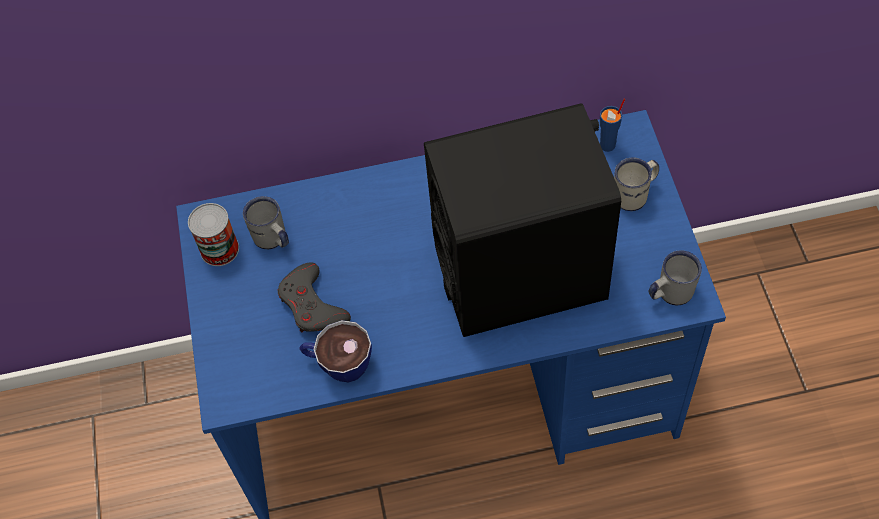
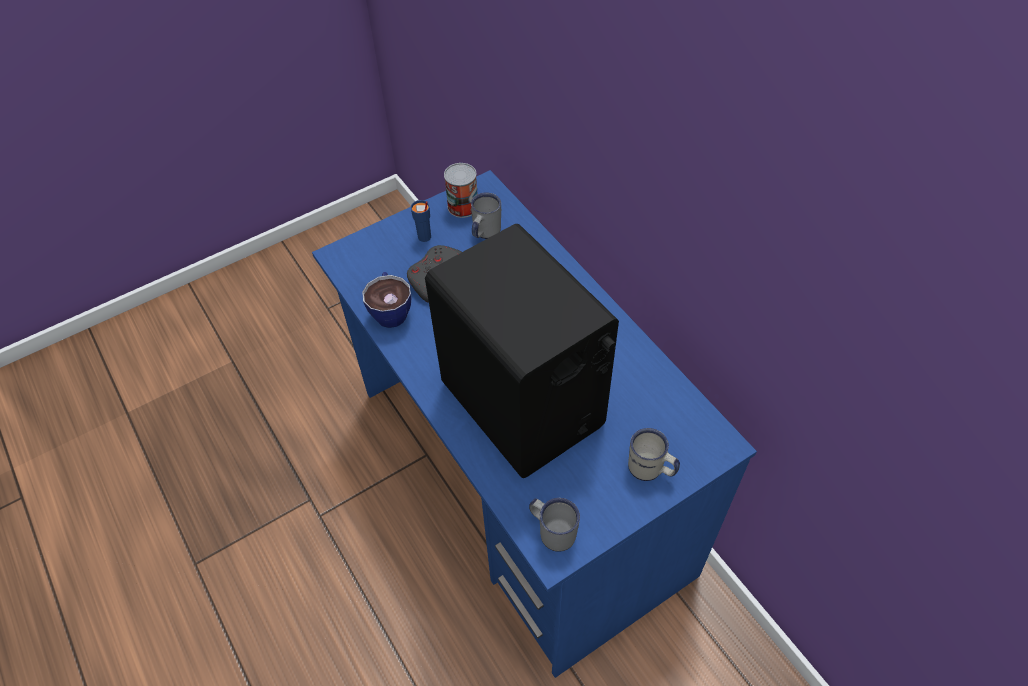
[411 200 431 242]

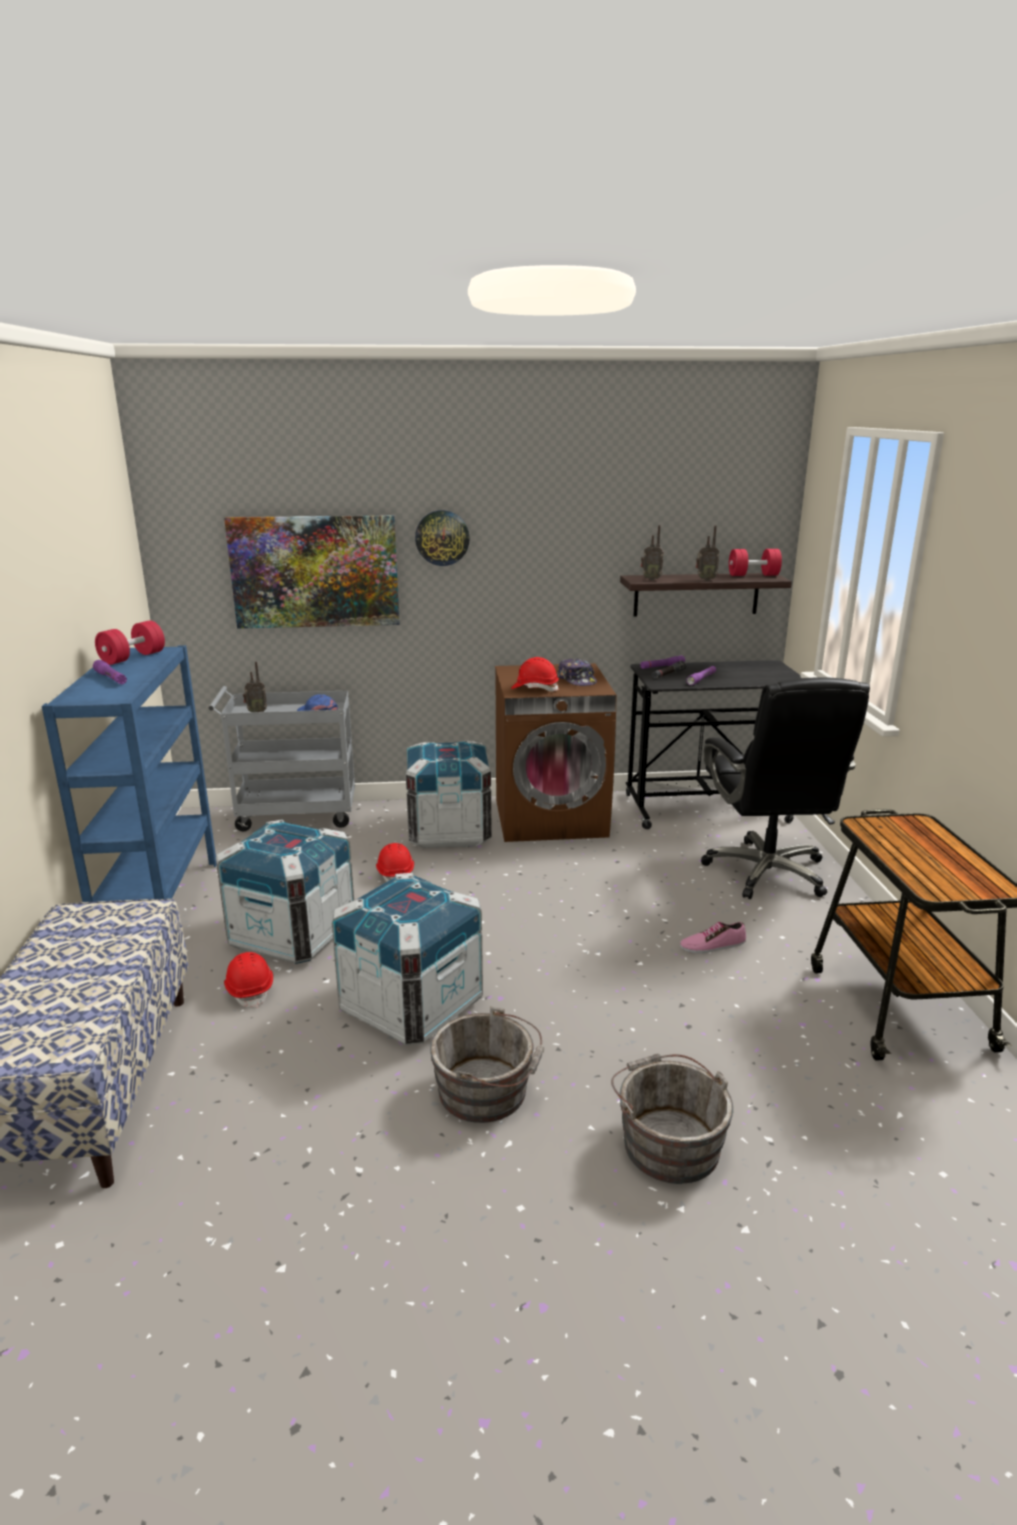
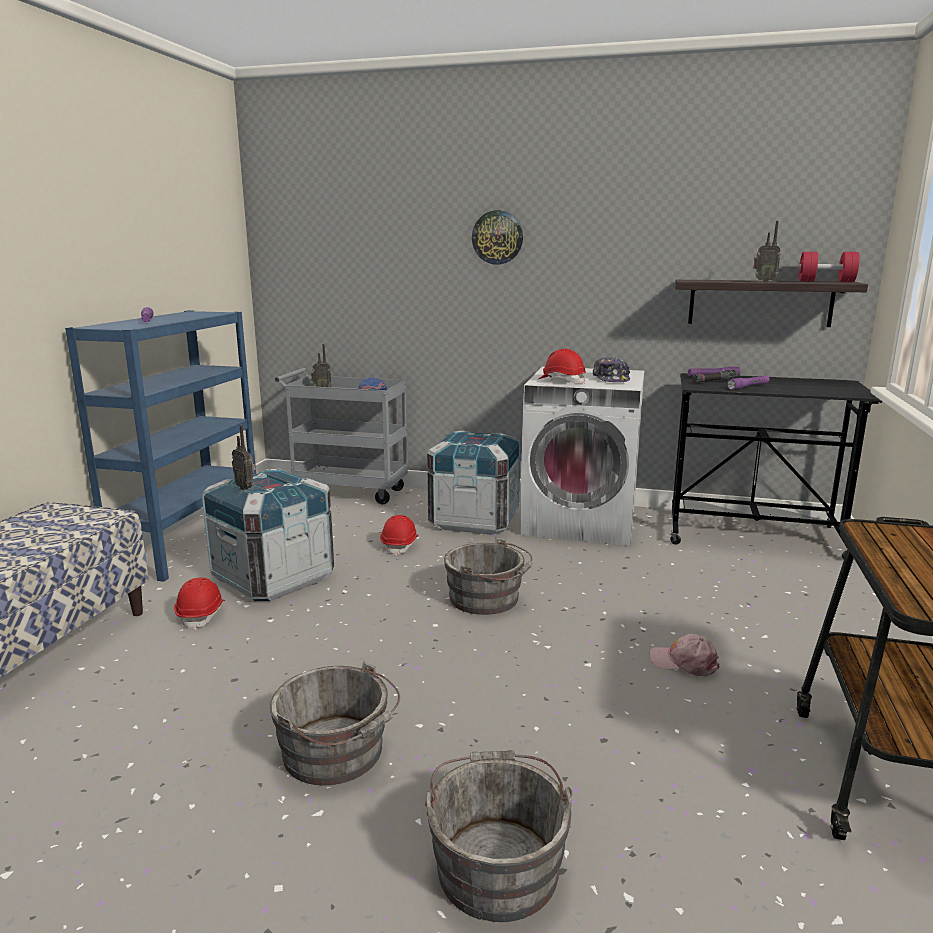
[224 515 400 628] (first image)
[232 425 256 490]
[95 620 165 665] (first image)
[521 366 644 546]
[701 677 870 899] (first image)
[332 873 483 1045] (first image)
[649 634 719 677]
[444 537 533 615]

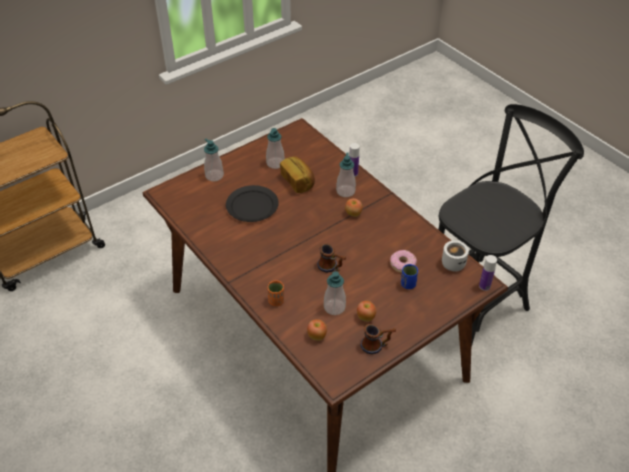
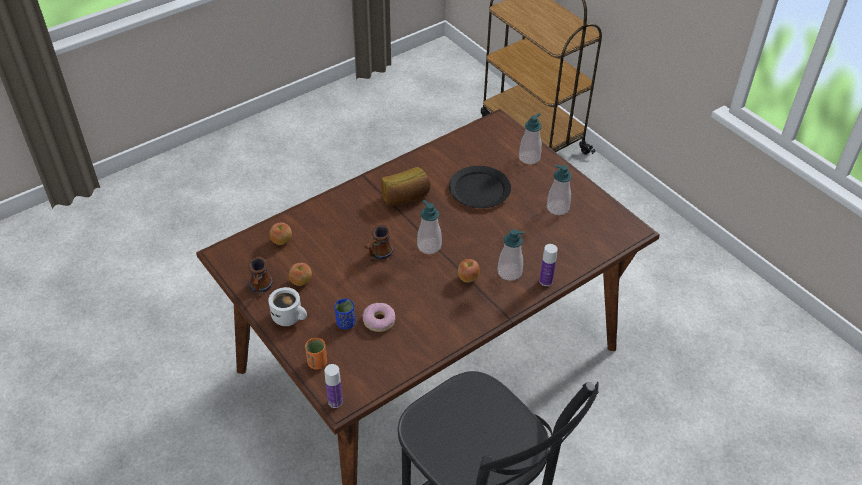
[381 167 431 206]
[268 287 307 326]
[417 200 442 254]
[305 338 327 369]

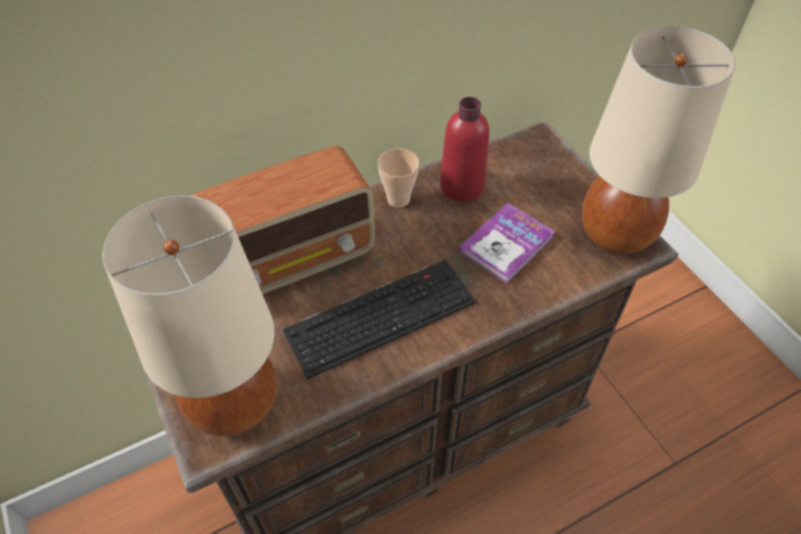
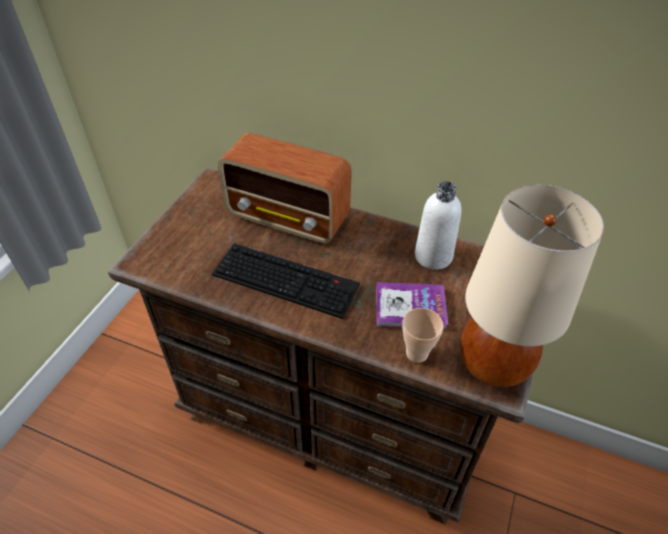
[415 181 461 270]
[402 308 444 363]
[103 196 277 436] (first image)

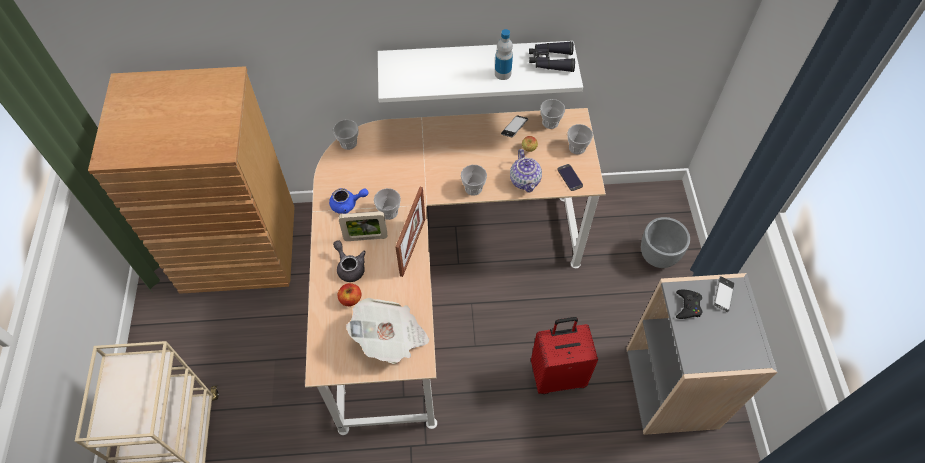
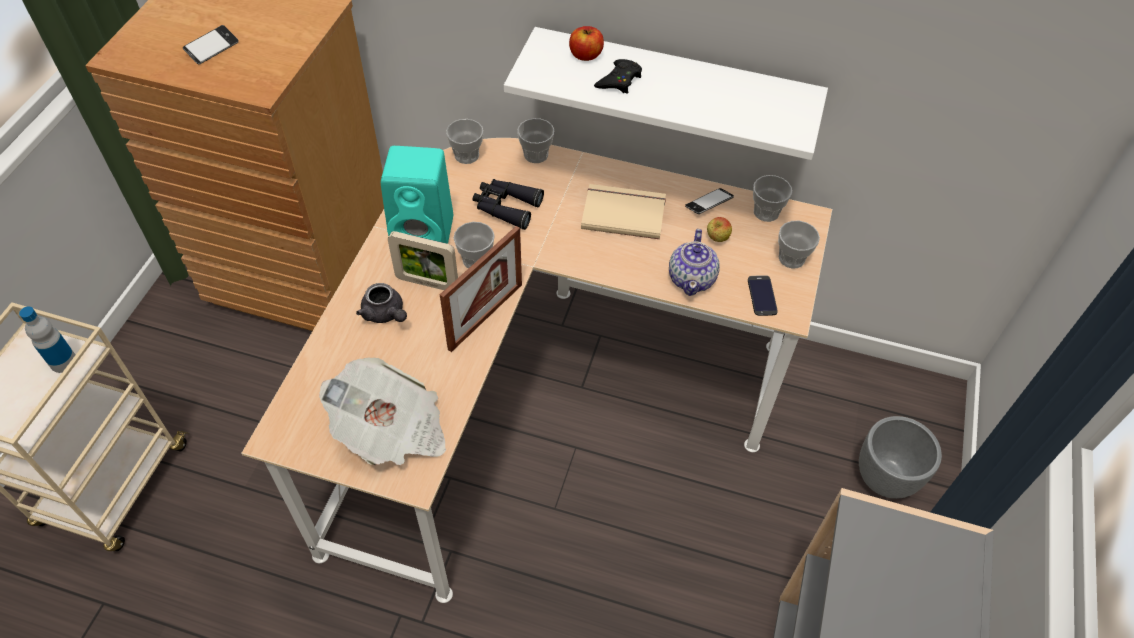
[19 306 75 373]
[473 179 544 230]
[517 118 554 163]
[381 146 453 244]
[356 283 407 323]
[183 25 239 64]
[569 26 604 61]
[594 59 642 94]
[531 317 598 394] (first image)
[581 184 666 239]

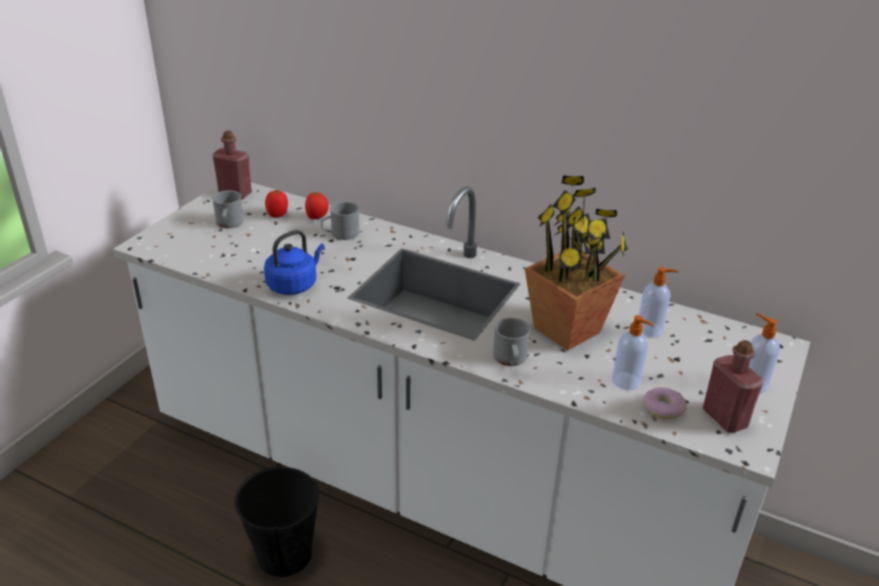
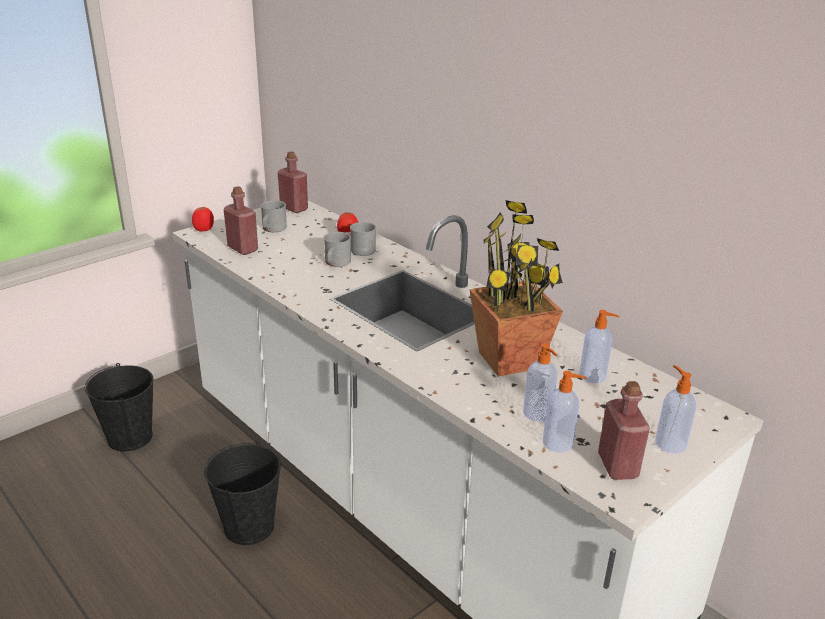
[192 207 214 231]
[264 230 325 295] (first image)
[324 232 351 267]
[543 371 587 452]
[224 186 258 255]
[85 363 153 451]

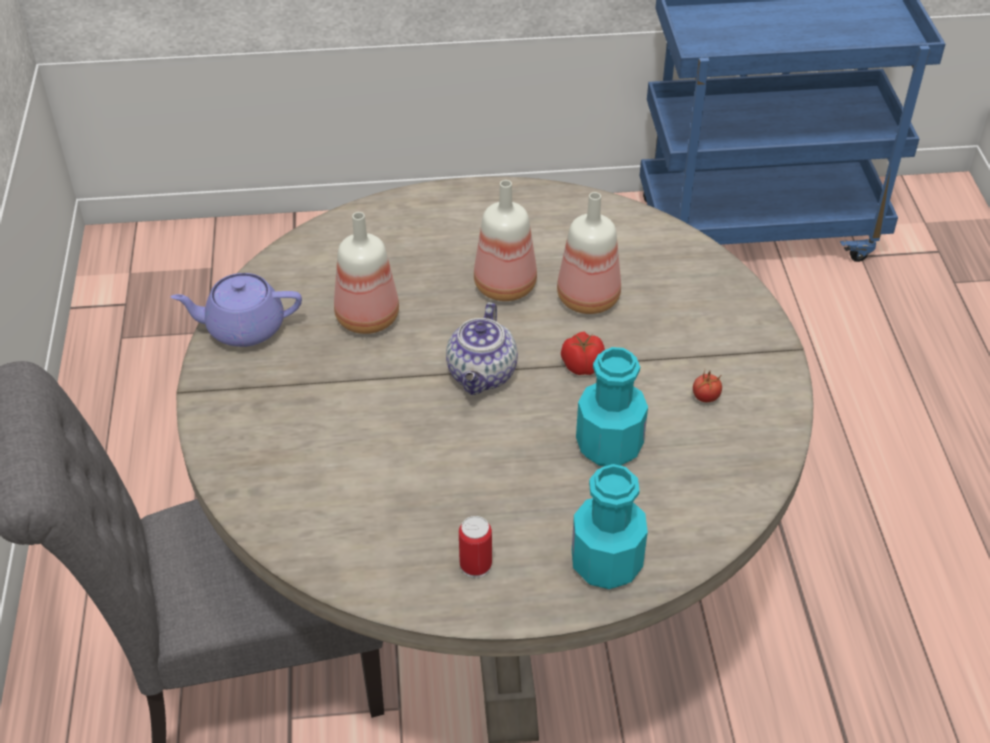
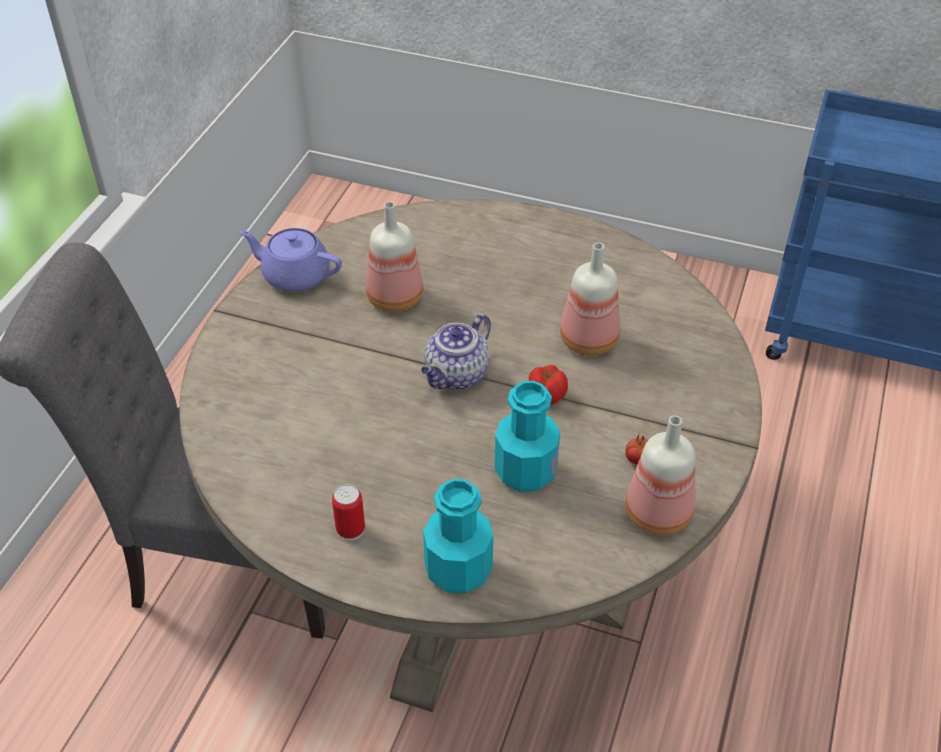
[625 416 695 535]

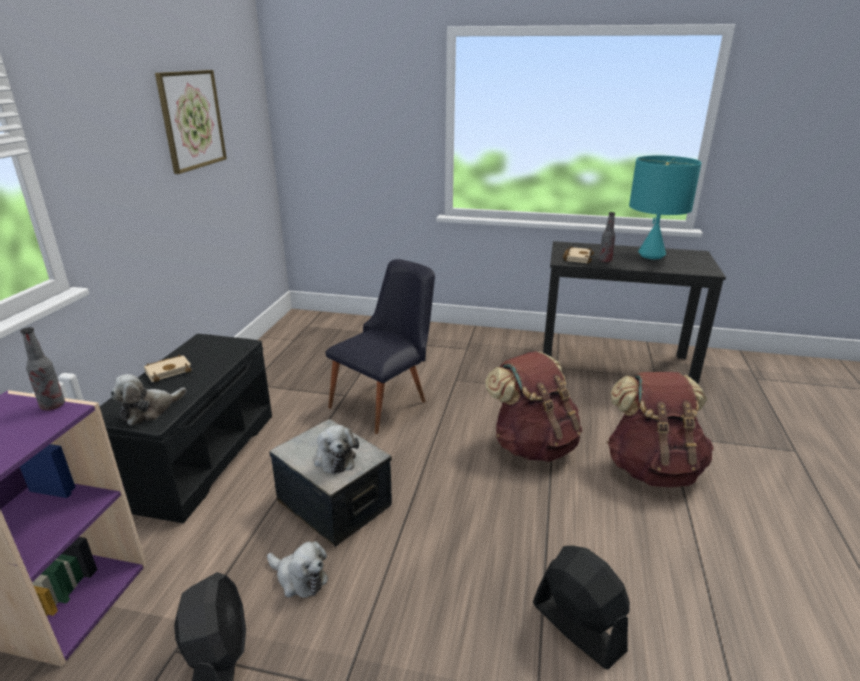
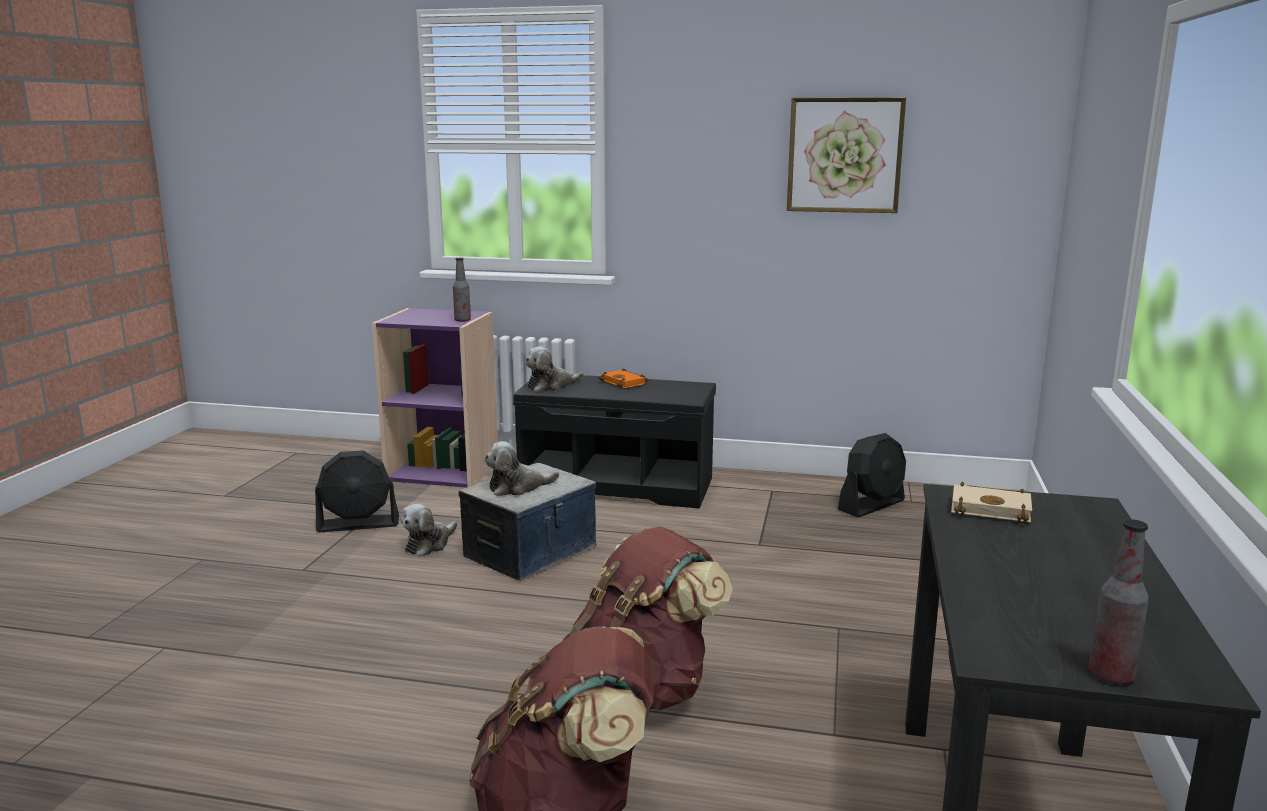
[629 156 702 259] (first image)
[1089 519 1149 684]
[325 259 435 434] (first image)
[599 368 648 389]
[525 346 584 392]
[838 433 906 518]

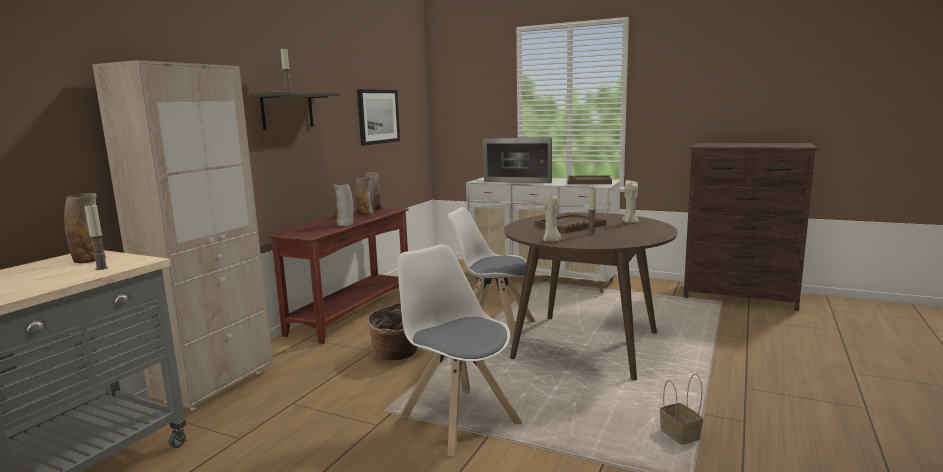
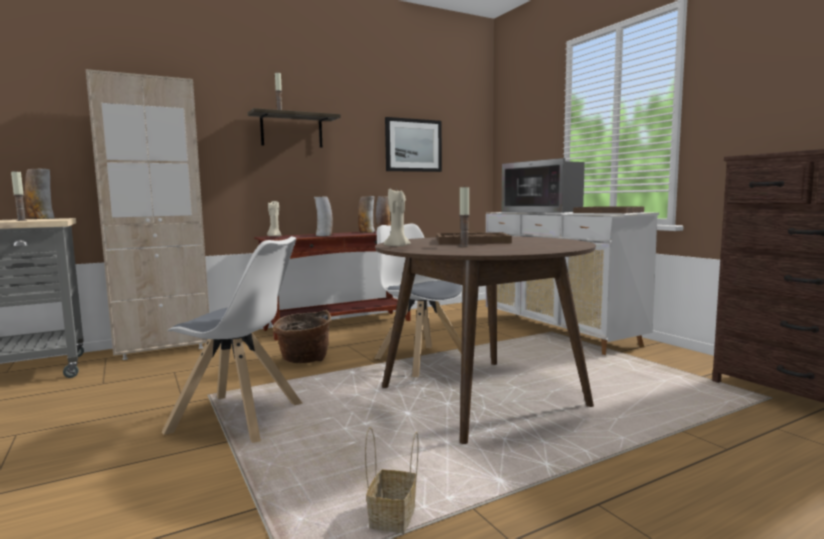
[267 201 282 236]
[162 236 303 443]

